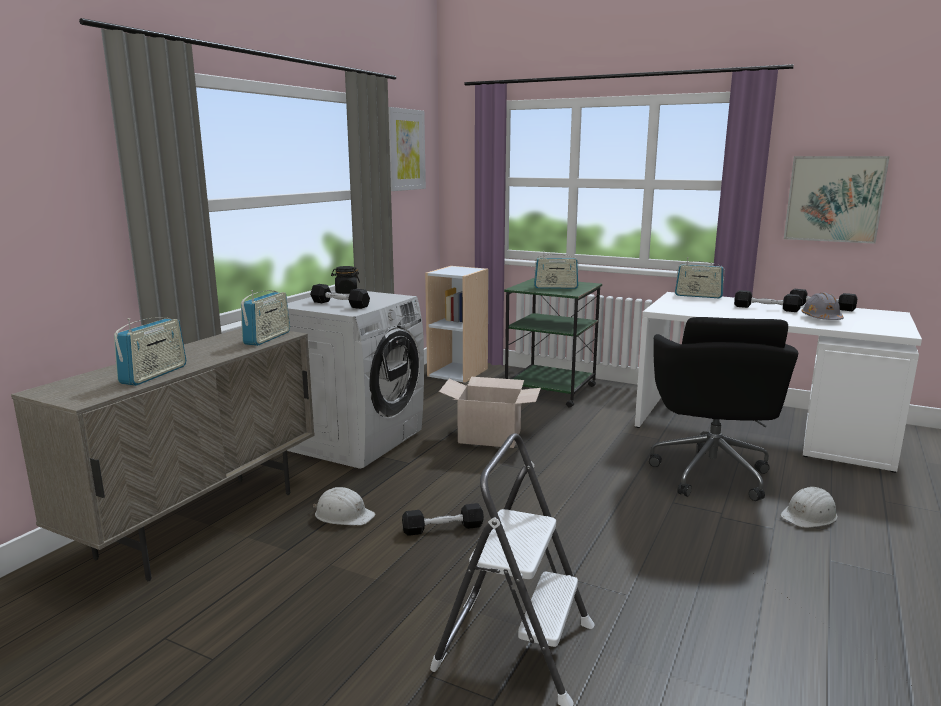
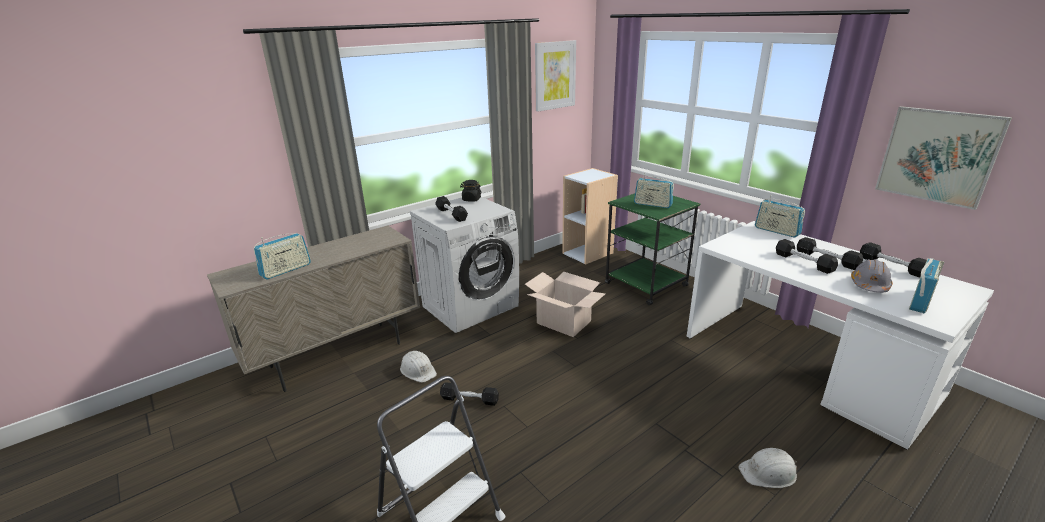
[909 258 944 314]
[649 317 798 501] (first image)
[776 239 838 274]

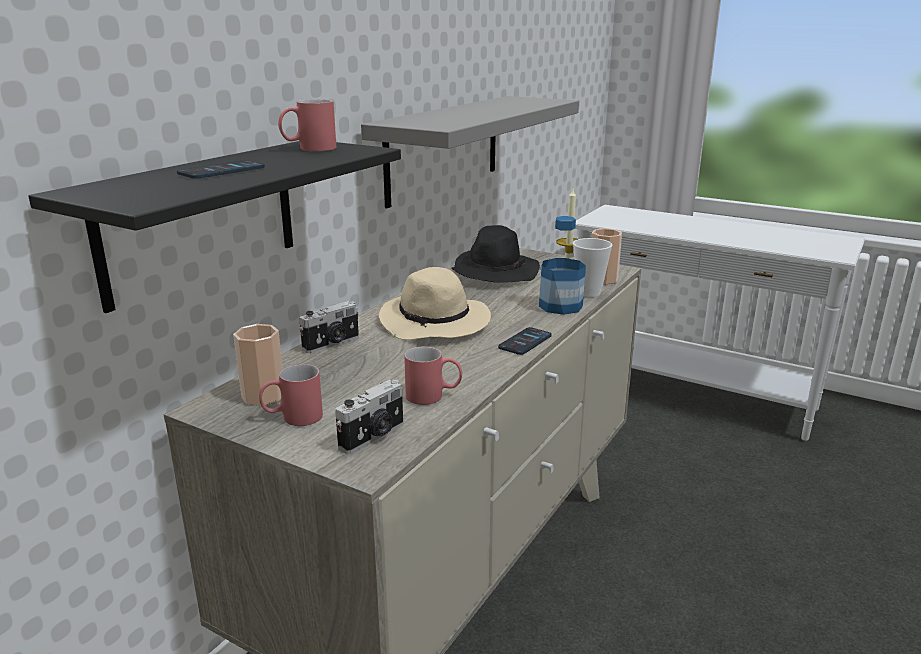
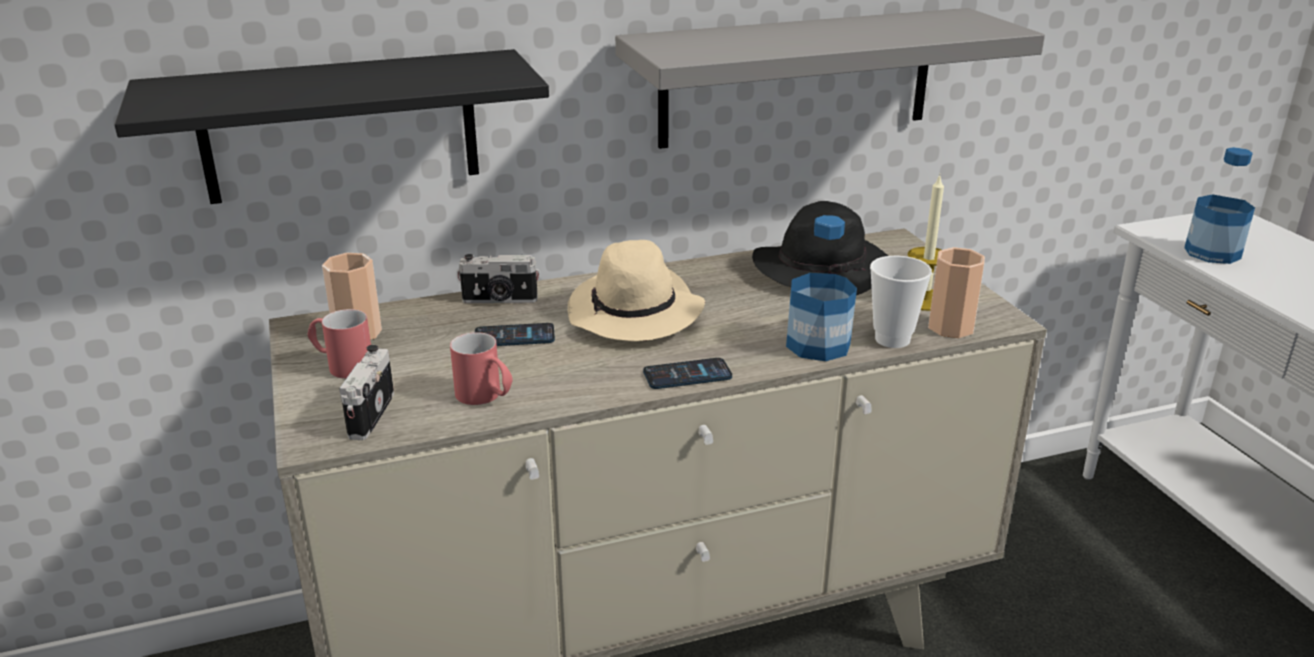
[278 99 336 151] (first image)
[475 323 555 346]
[339 345 394 440]
[1184 147 1255 264]

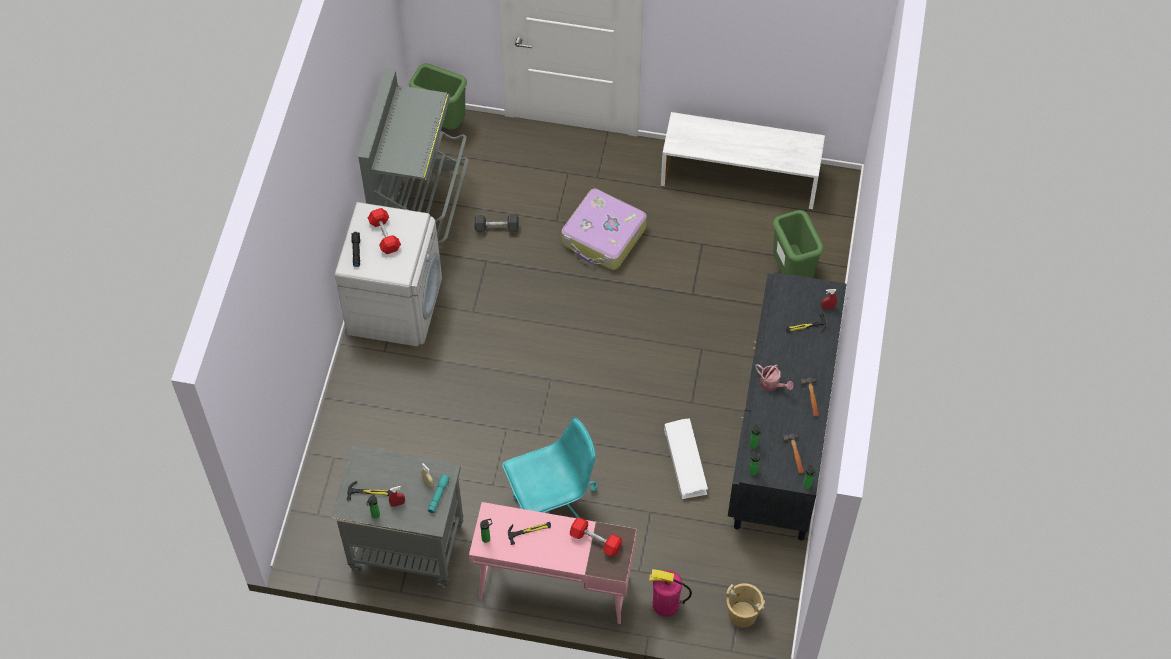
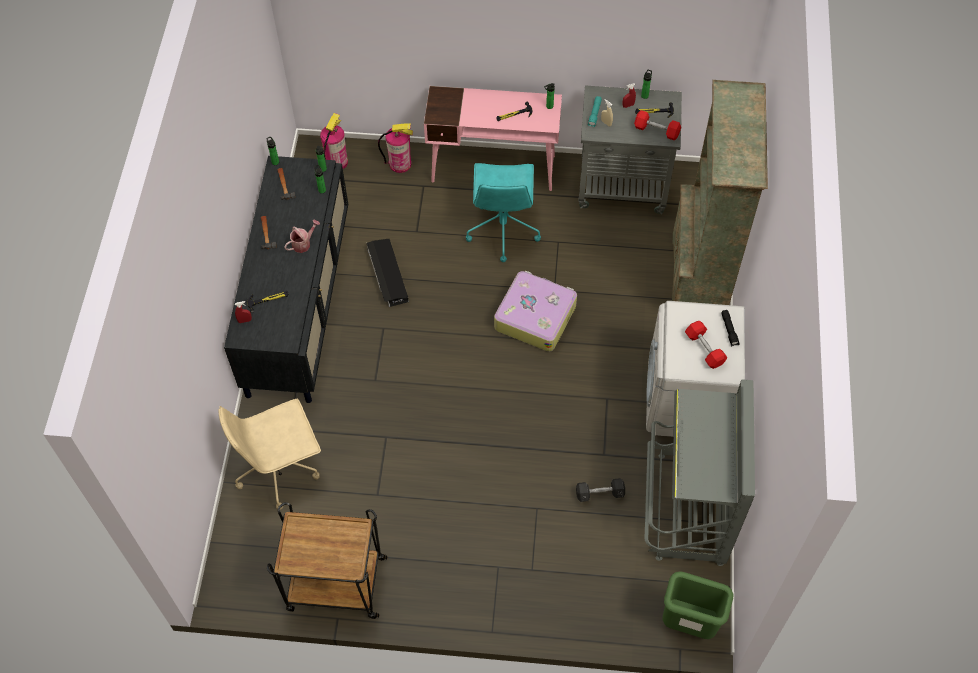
[267 502 387 619]
[494 271 577 352]
[218 399 321 510]
[284 220 320 253]
[466 163 541 262]
[367 239 409 307]
[634 110 681 141]
[320 113 348 169]
[672 80 768 305]

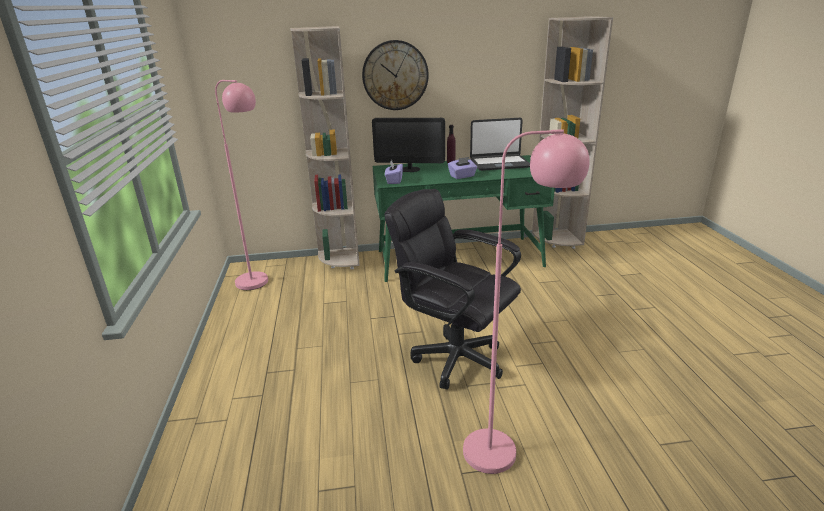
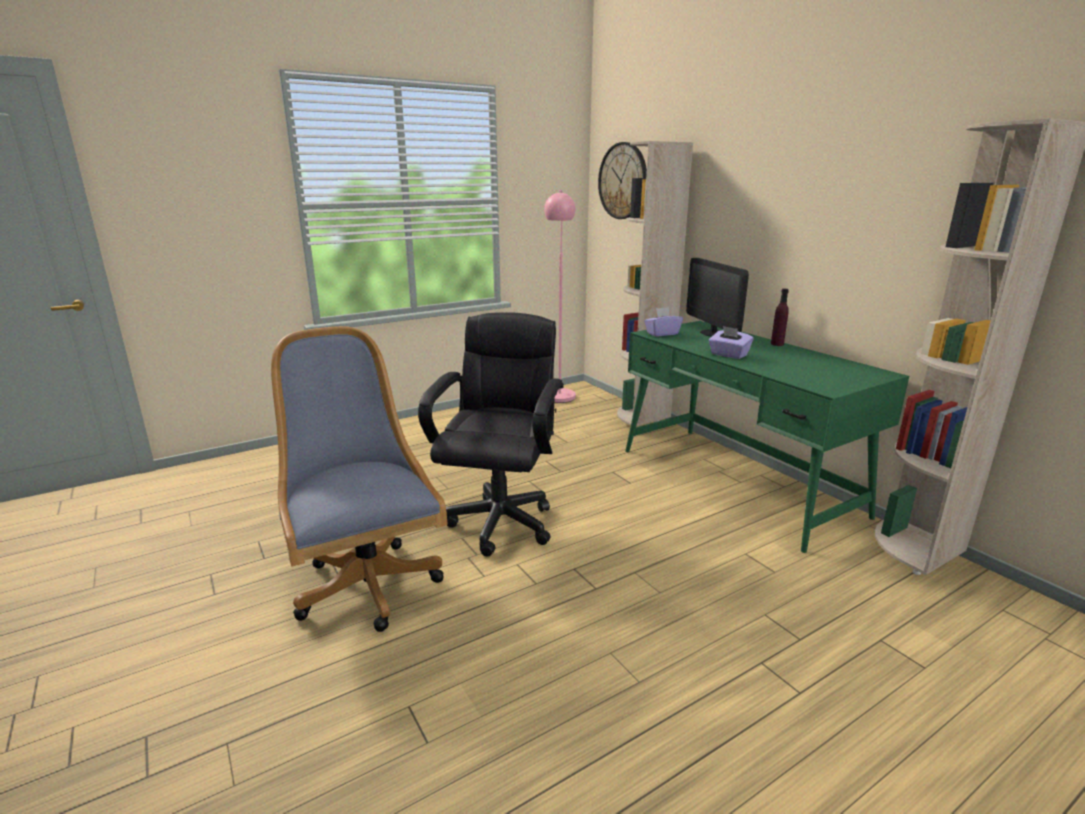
[598 142 647 219]
[470 118 530 171] (first image)
[271 326 448 632]

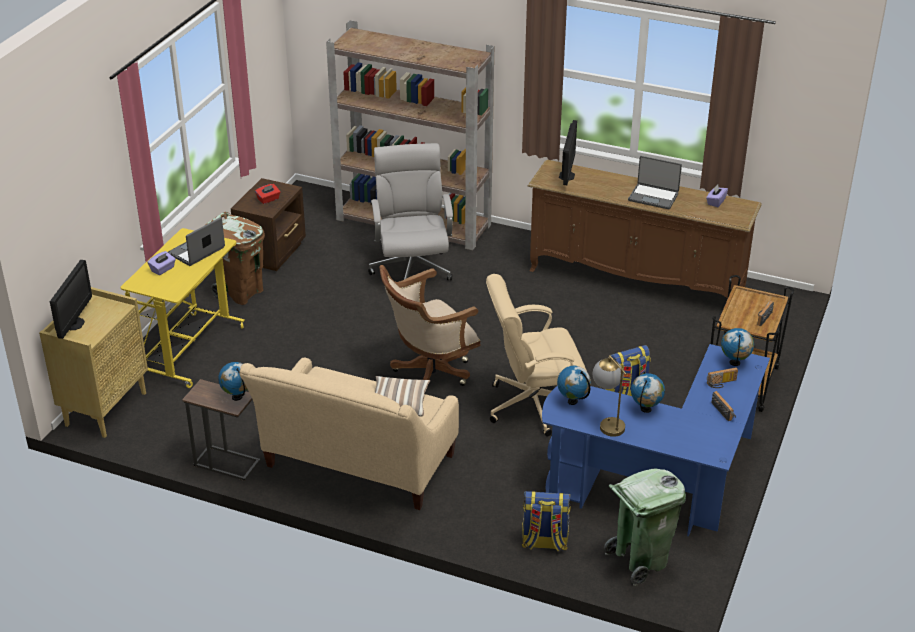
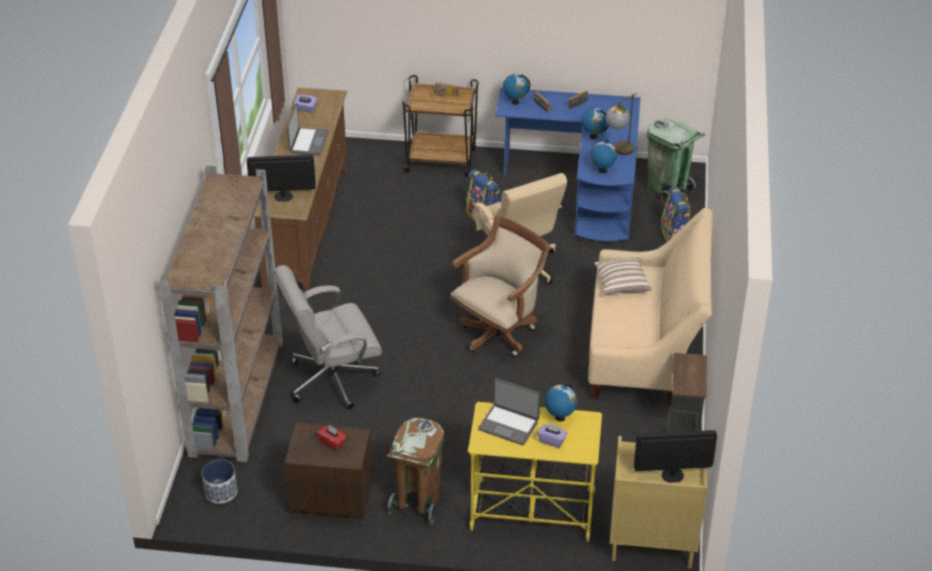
[450 215 552 357]
[545 384 577 422]
[201 460 238 504]

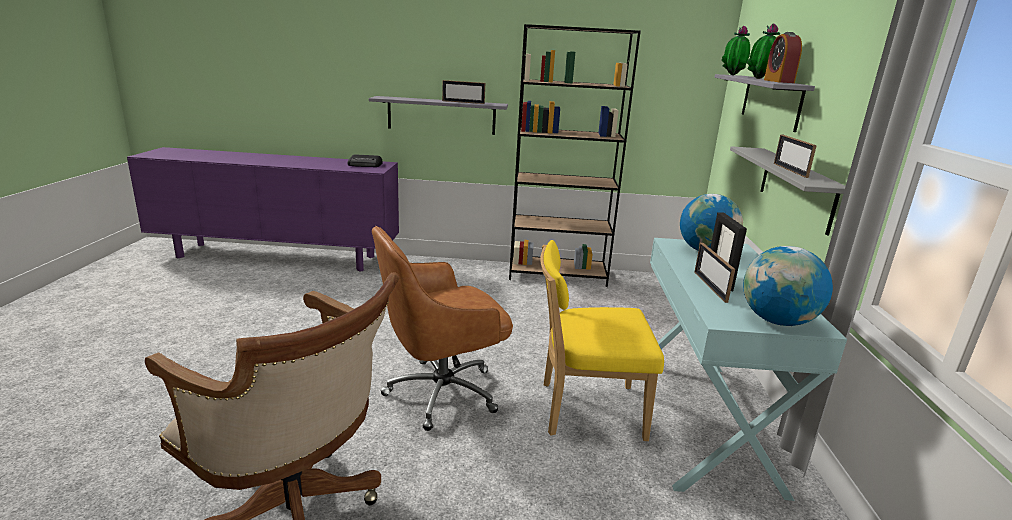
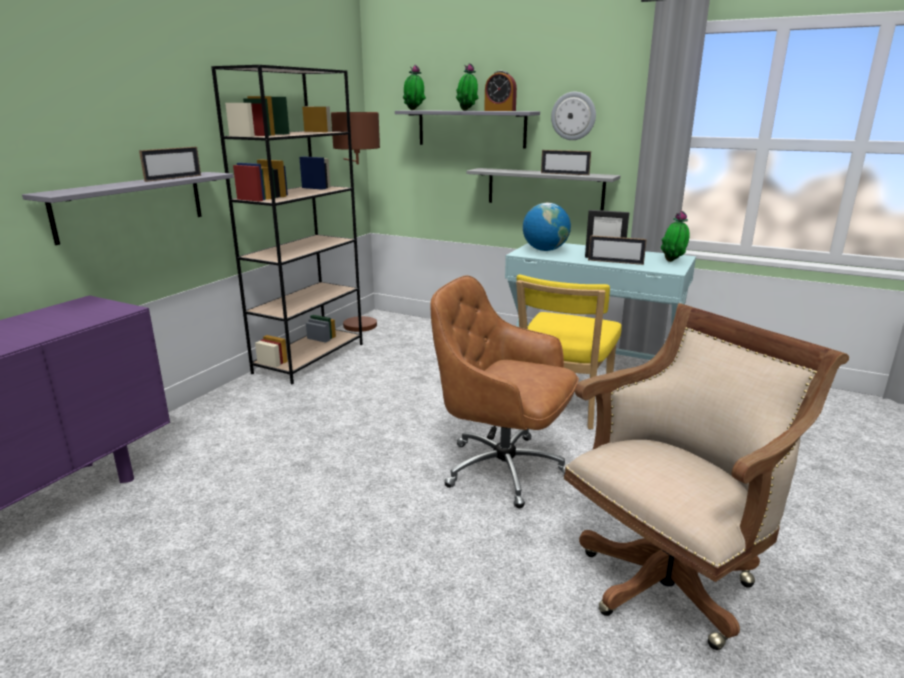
[348 155 383 167] (first image)
[430 275 579 509]
[661 211 690 262]
[551 92 596 140]
[331 112 380 332]

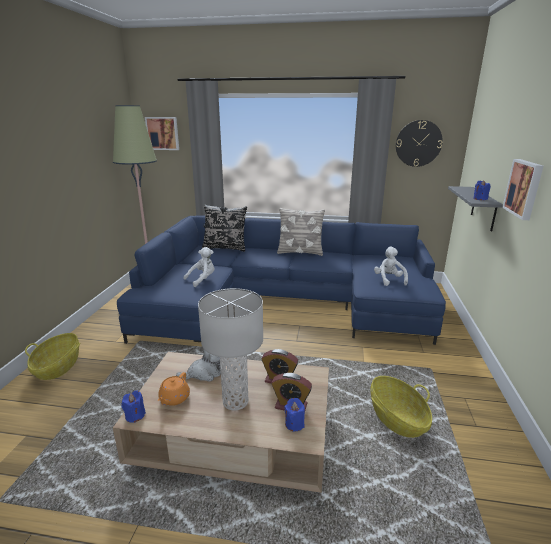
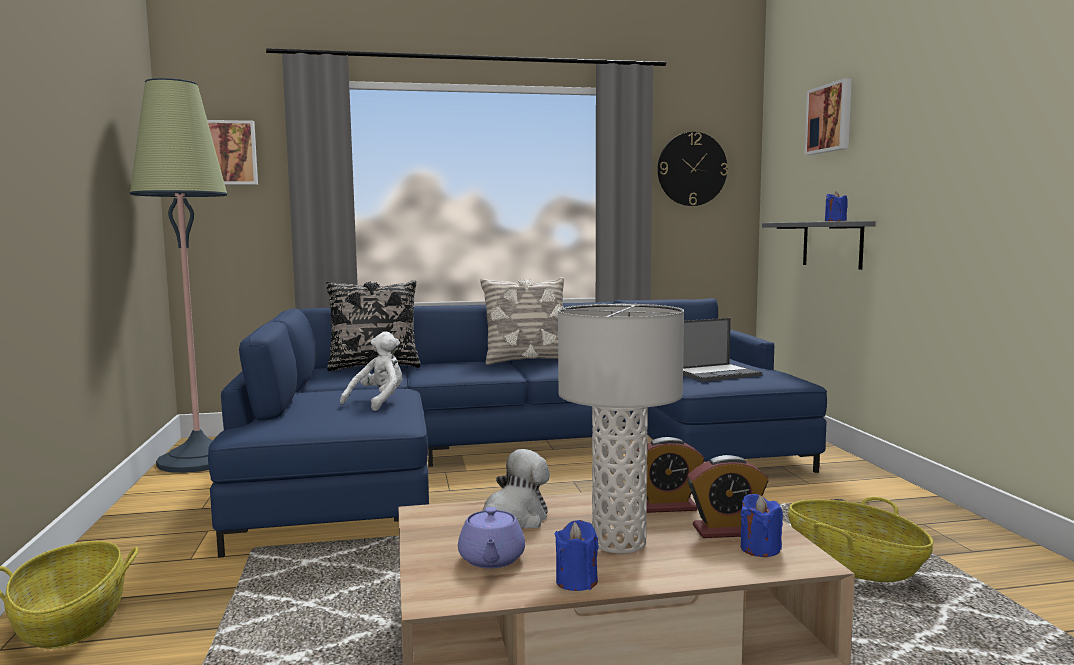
[804 78 852 155]
[683 318 762 382]
[458 507 525 568]
[555 520 599 591]

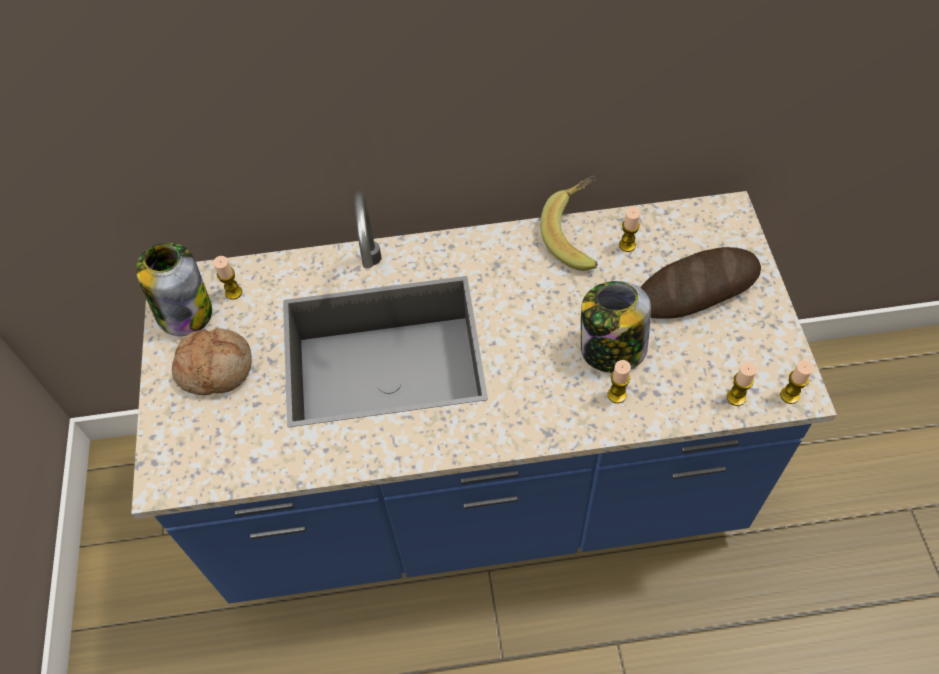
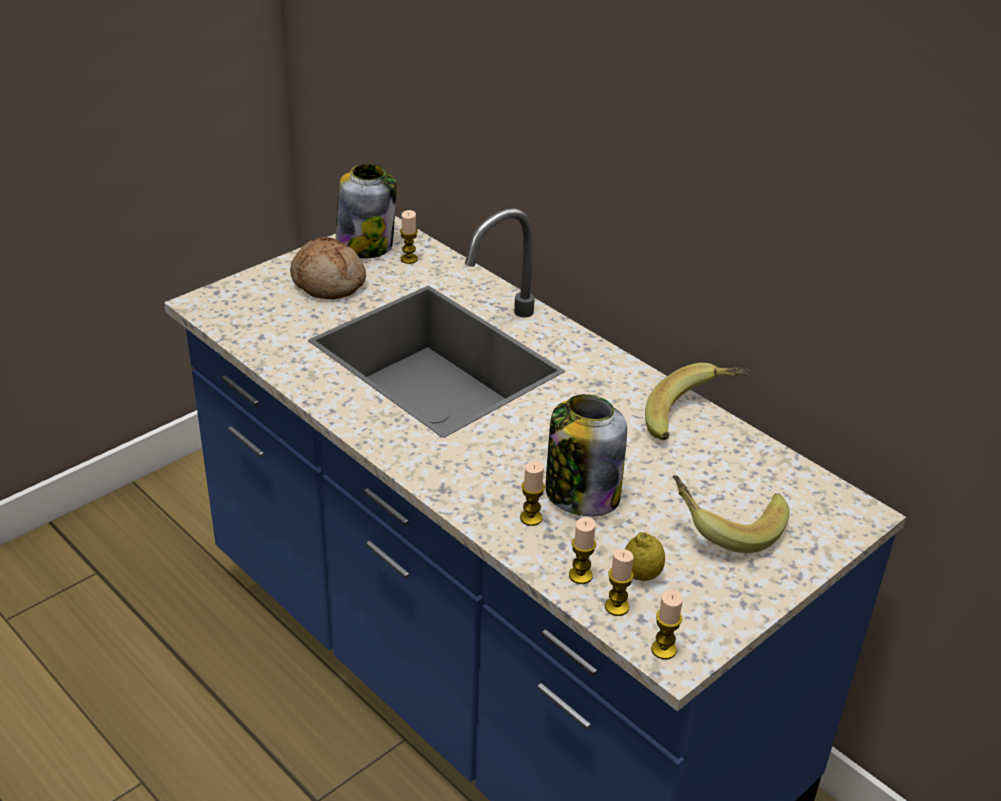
[569 517 596 584]
[673 475 790 553]
[625 532 665 581]

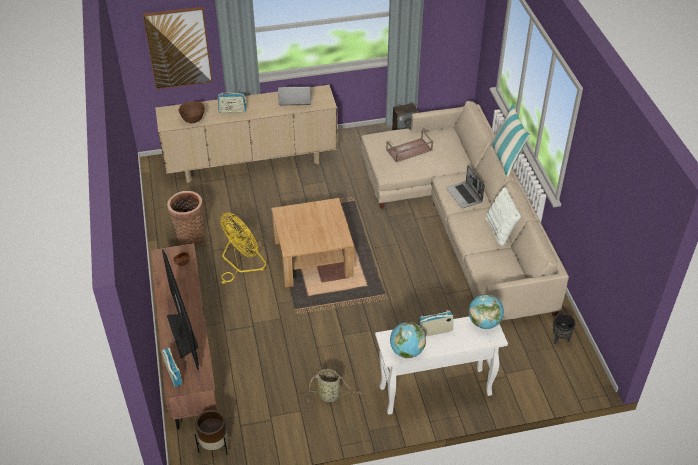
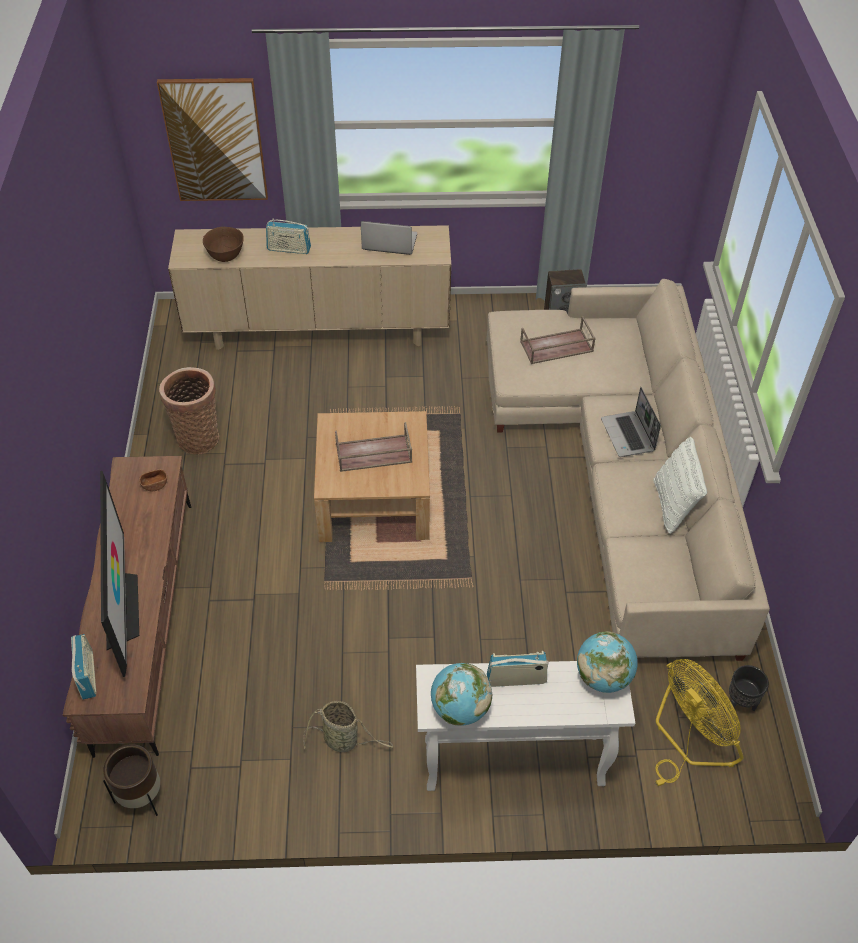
[491 104 531 177] (first image)
[655 659 744 786]
[335 422 412 472]

